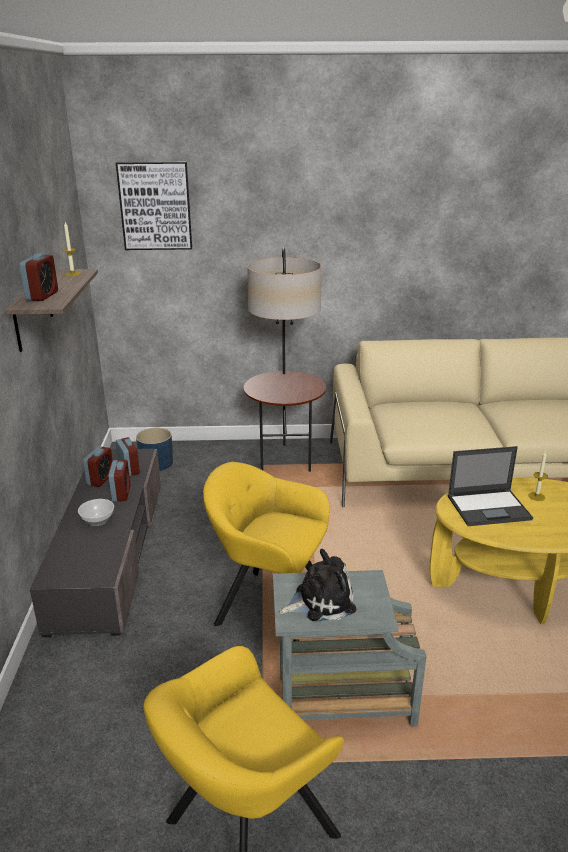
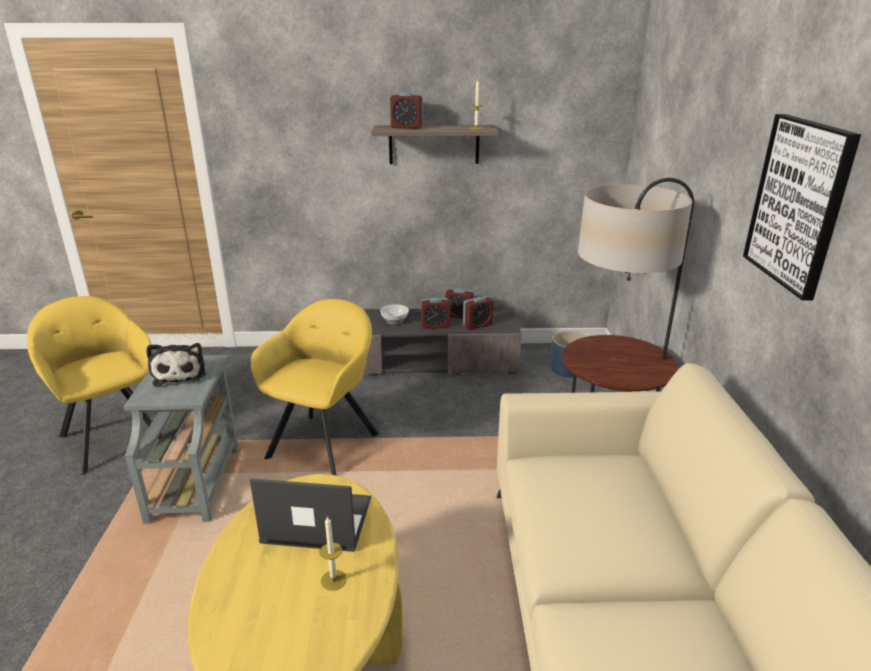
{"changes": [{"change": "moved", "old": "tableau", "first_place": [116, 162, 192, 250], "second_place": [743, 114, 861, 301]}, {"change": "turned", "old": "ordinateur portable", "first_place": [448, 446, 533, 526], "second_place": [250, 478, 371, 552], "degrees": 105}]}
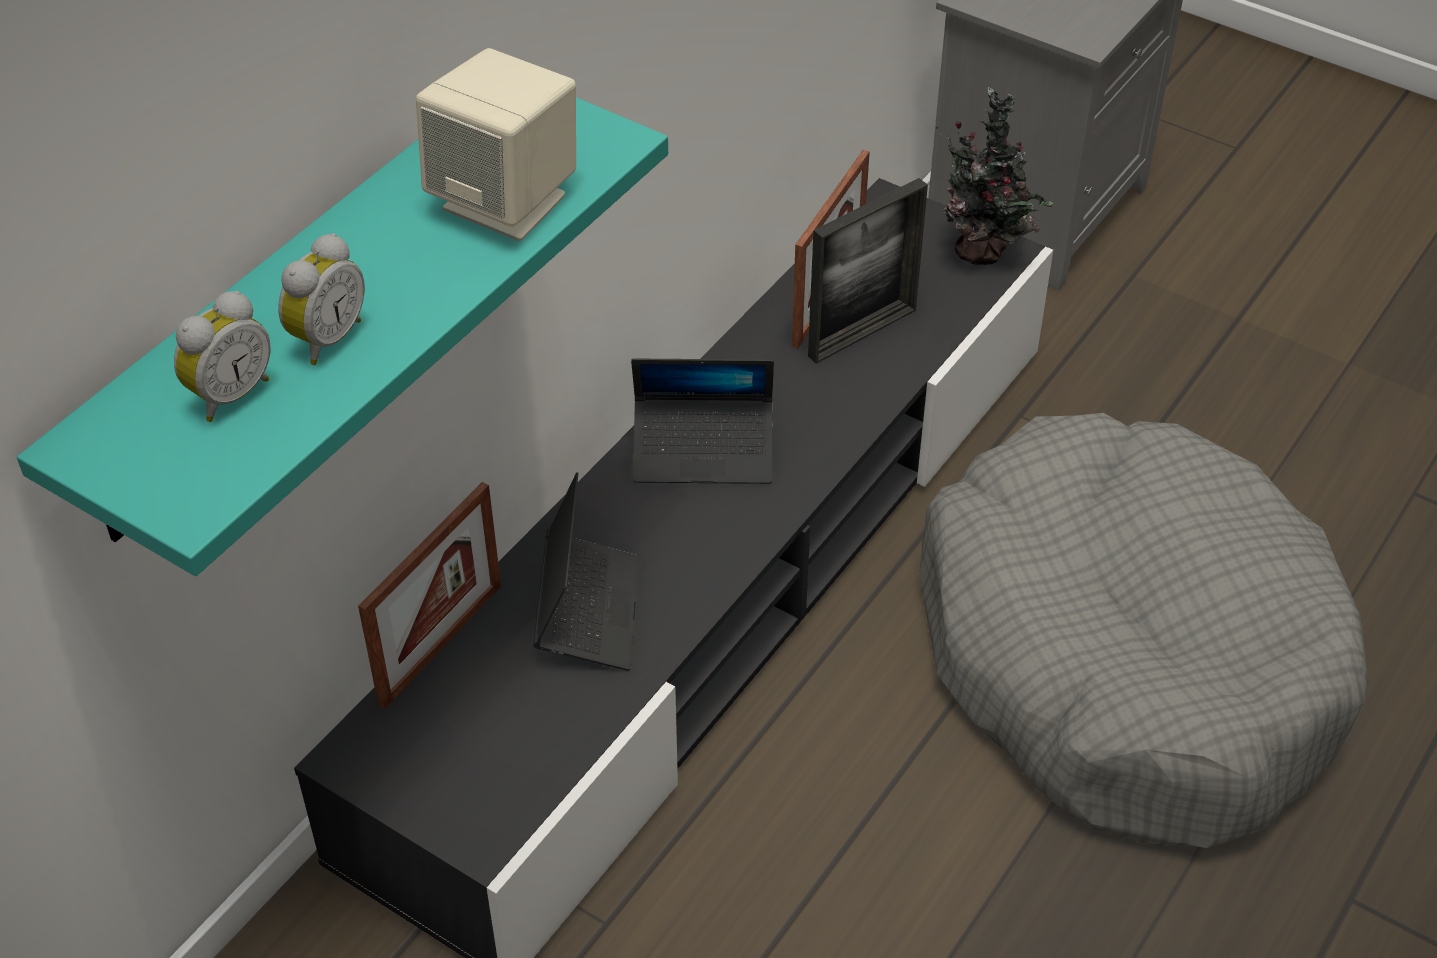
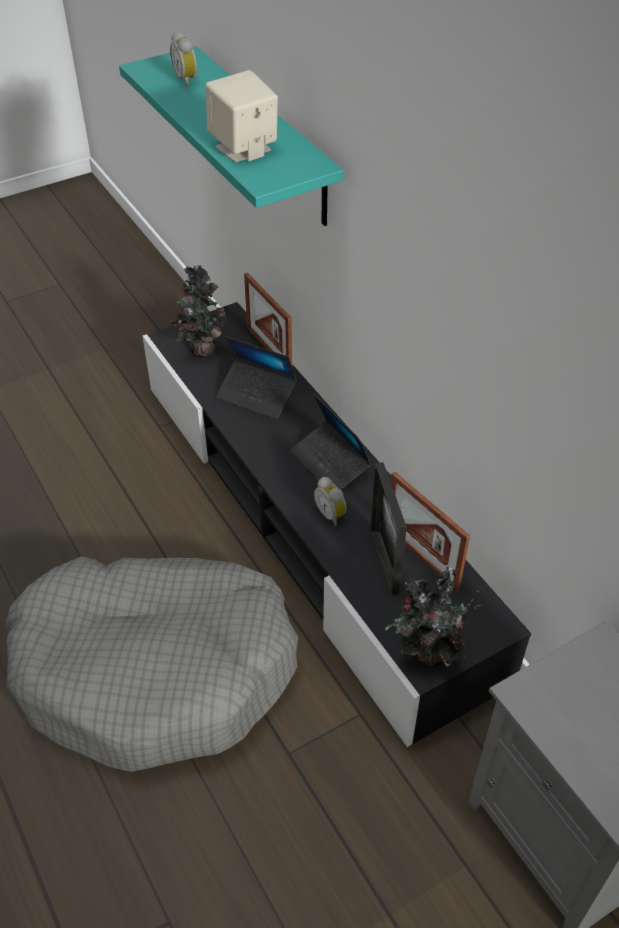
{"changes": [{"change": "added", "new": "plante en pot", "second_place": [171, 265, 226, 357]}, {"change": "moved", "old": "réveil", "first_place": [278, 233, 365, 365], "second_place": [314, 477, 347, 527]}, {"change": "turned", "old": "ordinateur portable", "first_place": [631, 359, 774, 484], "second_place": [290, 394, 372, 490], "degrees": -60}]}
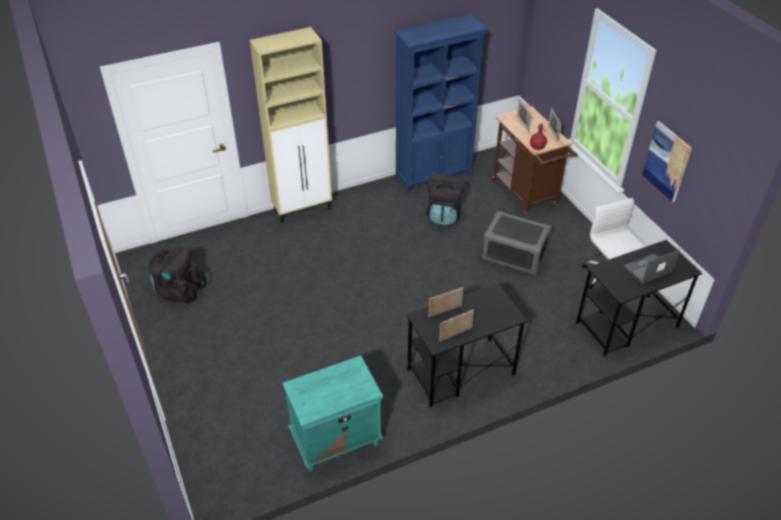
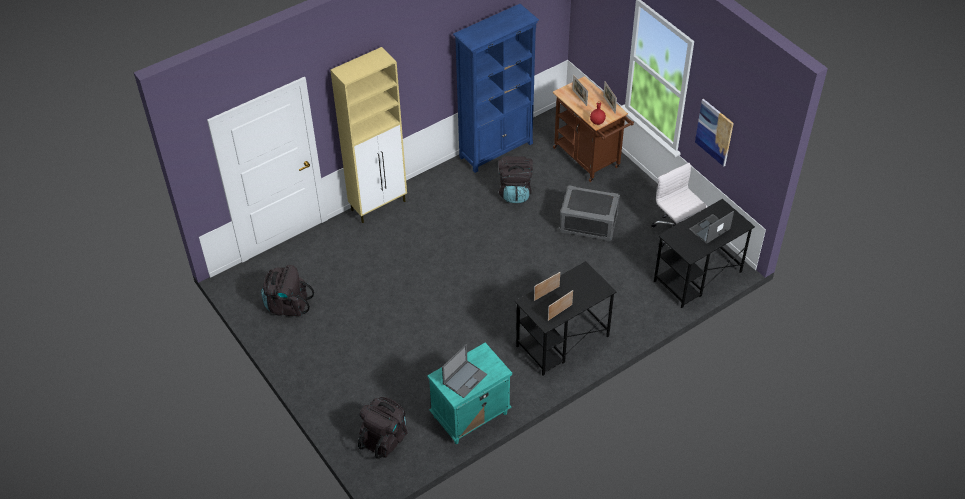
{"changes": [{"change": "added", "new": "sac à dos (noir)", "second_place": [358, 397, 408, 459]}, {"change": "added", "new": "ordinateur portable", "second_place": [442, 344, 487, 398]}]}
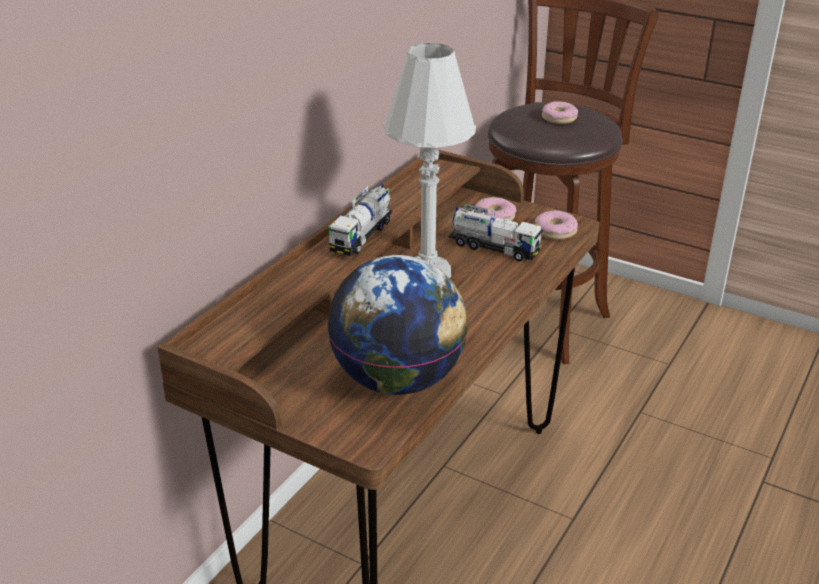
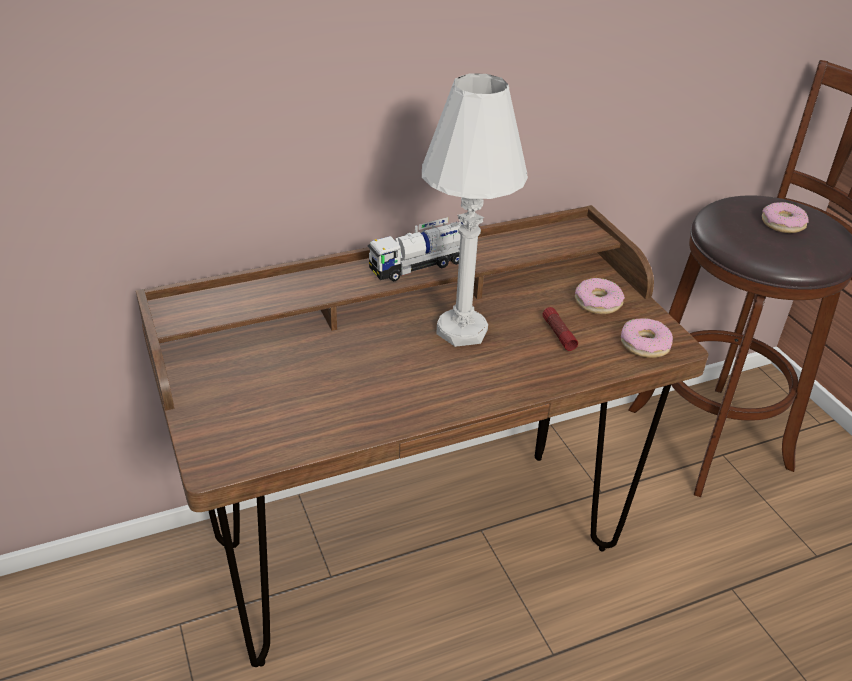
{"changes": [{"change": "removed", "old": "globe", "first_place": [327, 255, 468, 395]}, {"change": "replaced", "old": "camion jouet", "new": "lampe de poche", "first_place": [449, 204, 543, 262], "second_place": [542, 307, 578, 351]}]}
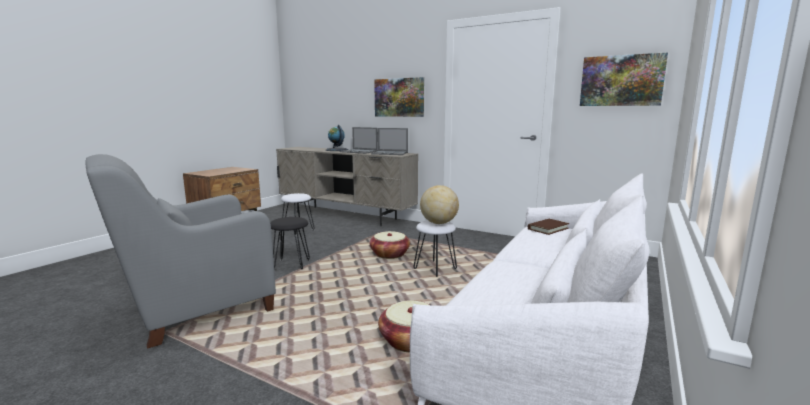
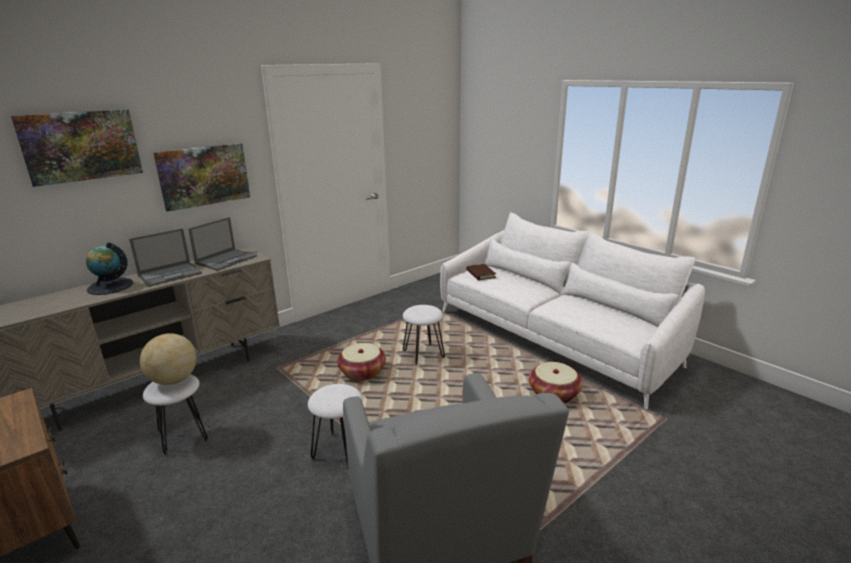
{"changes": [{"change": "moved", "old": "globe", "first_place": [420, 185, 459, 224], "second_place": [140, 333, 197, 385]}, {"change": "moved", "old": "tableau", "first_place": [580, 52, 668, 106], "second_place": [11, 109, 143, 187]}, {"change": "recoloured", "old": "tabouret (noir)", "new": "tabouret (blanc)", "first_place": [270, 217, 310, 270], "second_place": [308, 384, 362, 469]}]}
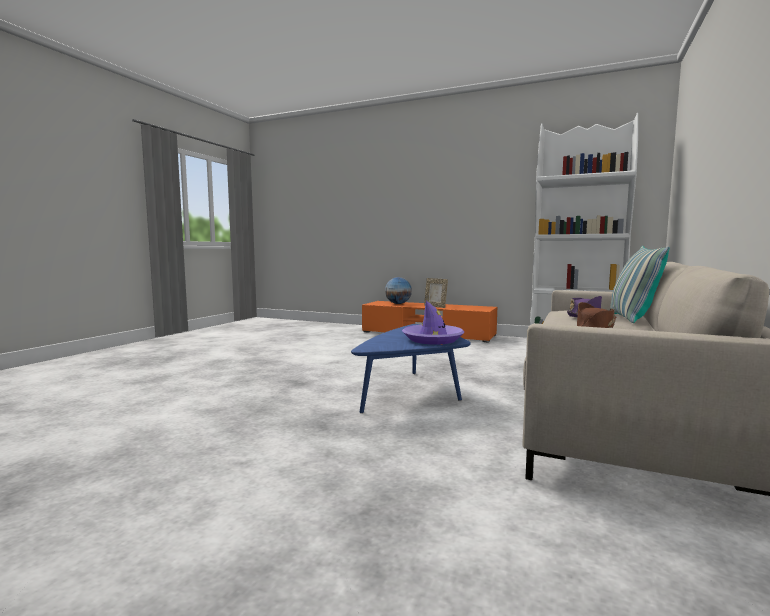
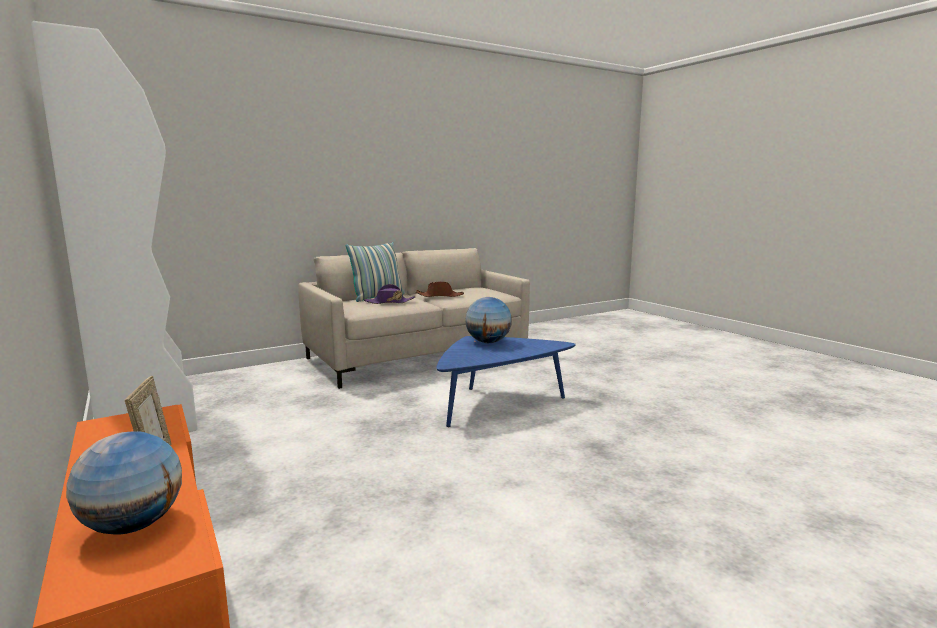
{"changes": [{"change": "replaced", "old": "chapeau (violet)", "new": "globe", "first_place": [402, 300, 464, 345], "second_place": [465, 297, 512, 343]}]}
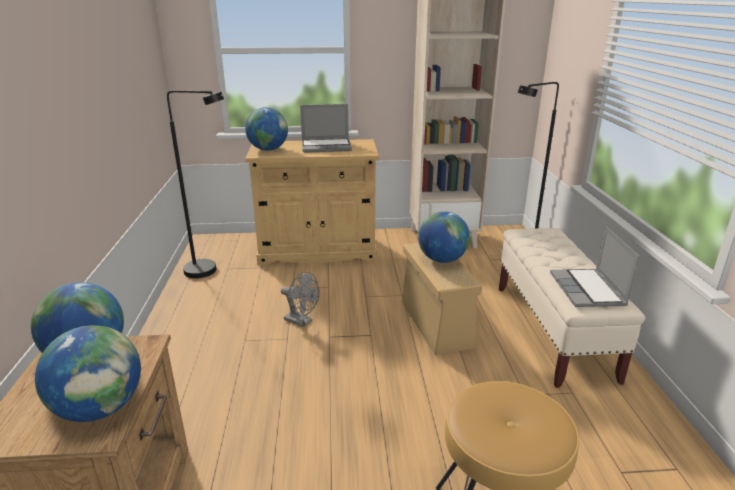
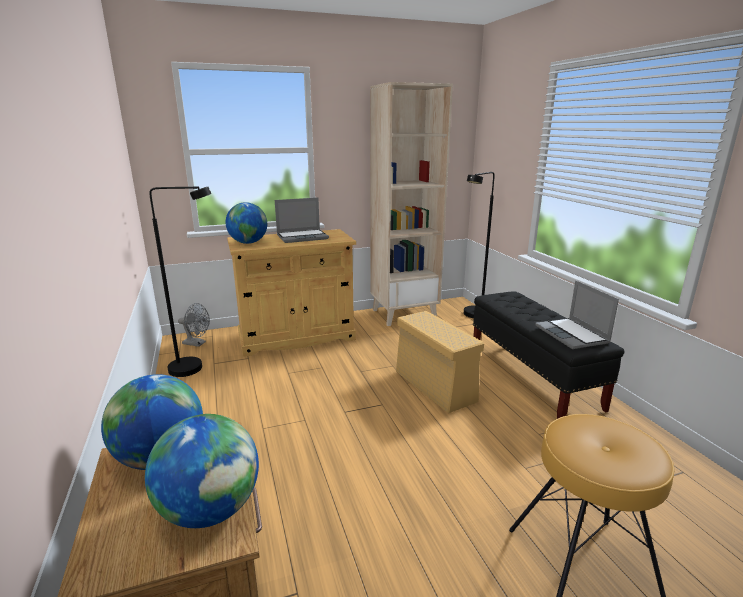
{"changes": [{"change": "removed", "old": "globe", "first_place": [418, 211, 470, 263]}, {"change": "moved", "old": "ventilateur (gris)", "first_place": [281, 272, 320, 327], "second_place": [178, 303, 210, 347]}, {"change": "recoloured", "old": "banc (beige)", "new": "banc (noir)", "first_place": [499, 228, 645, 388], "second_place": [473, 292, 624, 419]}]}
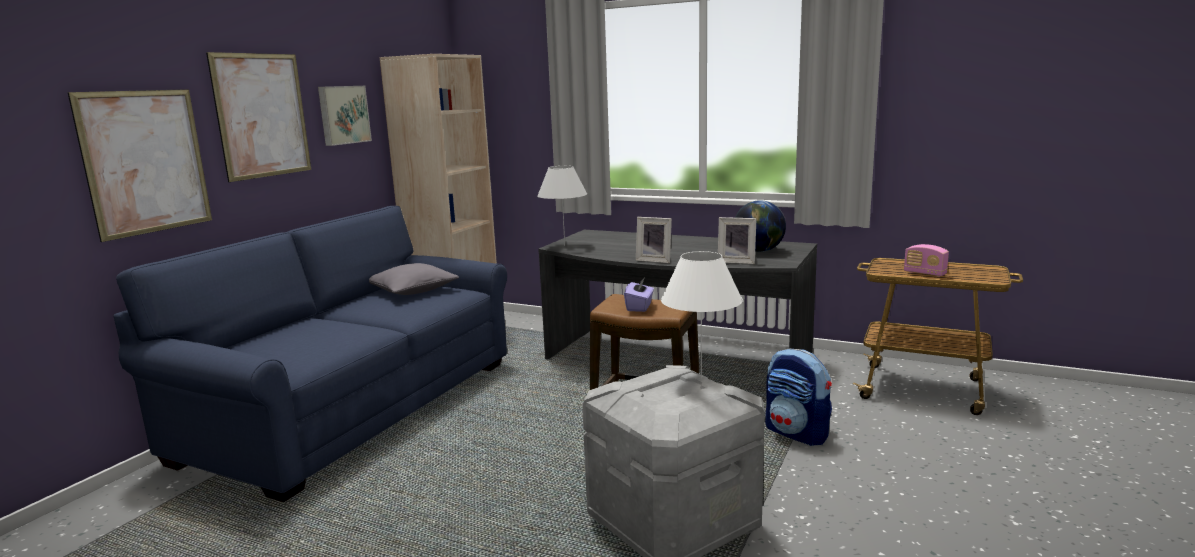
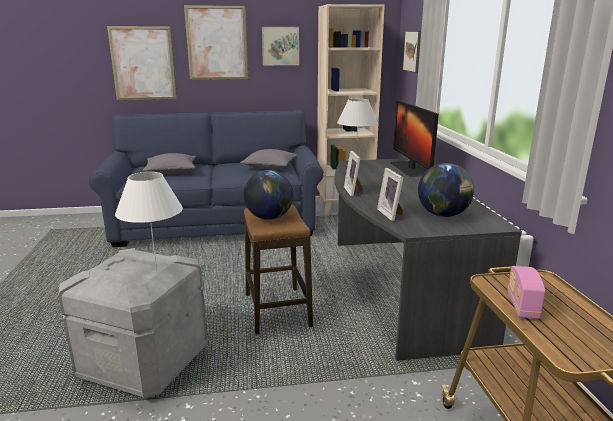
{"changes": [{"change": "removed", "old": "sac à dos", "first_place": [765, 349, 832, 446]}, {"change": "added", "new": "coussin (gris)", "second_place": [143, 153, 196, 174]}, {"change": "added", "new": "écran d'ordinateur", "second_place": [391, 100, 439, 177]}, {"change": "added", "new": "tableau", "second_place": [402, 31, 421, 73]}, {"change": "replaced", "old": "boîte à mouchoirs (violet)", "new": "globe", "first_place": [624, 277, 654, 312], "second_place": [244, 170, 293, 220]}]}
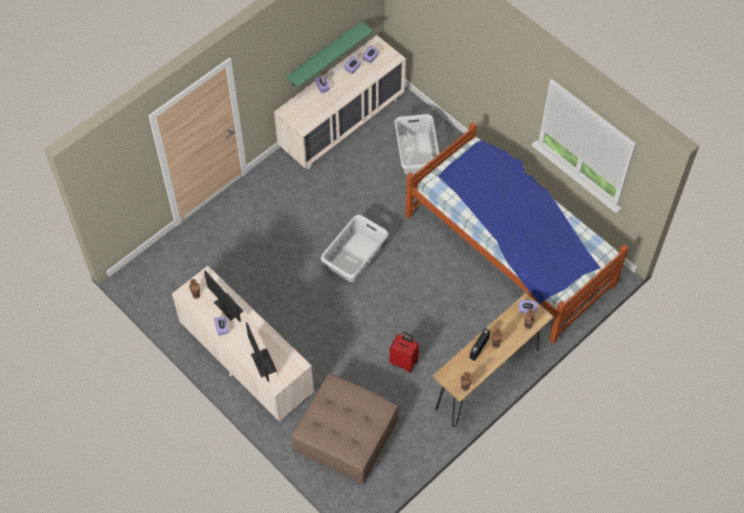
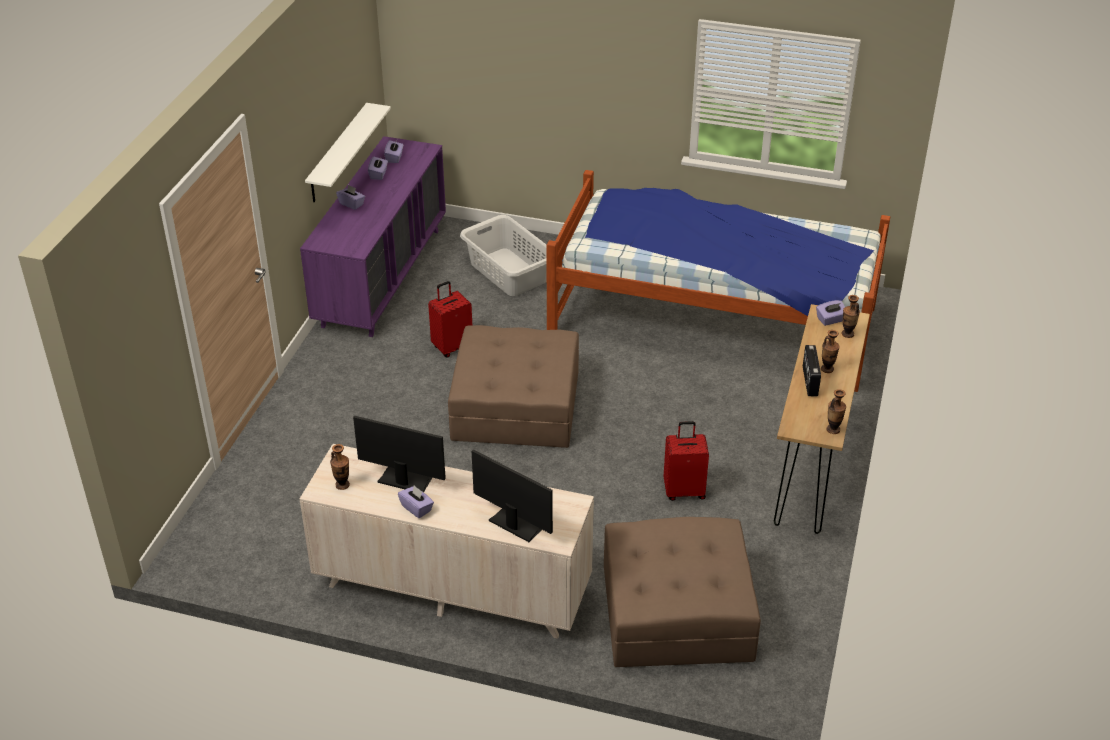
{"changes": [{"change": "added", "new": "valise (rouge)", "second_place": [428, 281, 472, 358]}, {"change": "replaced", "old": "panier à linge (gris)", "new": "pouf (marron)", "first_place": [321, 215, 389, 282], "second_place": [448, 325, 579, 448]}, {"change": "recoloured", "old": "commode (beige)", "new": "commode (violet)", "first_place": [274, 35, 406, 169], "second_place": [300, 136, 446, 337]}, {"change": "recoloured", "old": "étagère (vert)", "new": "étagère (blanc)", "first_place": [286, 21, 373, 87], "second_place": [305, 103, 391, 202]}]}
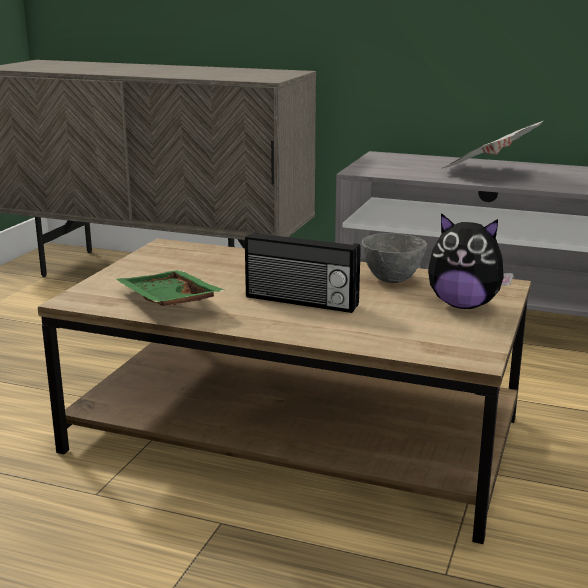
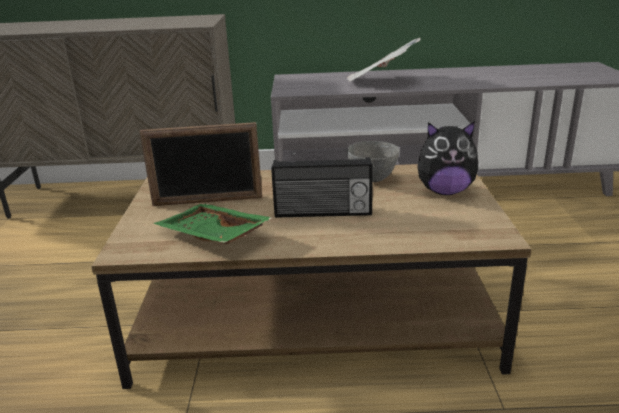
{"changes": [{"change": "added", "new": "cadre photo", "second_place": [140, 122, 262, 206]}]}
